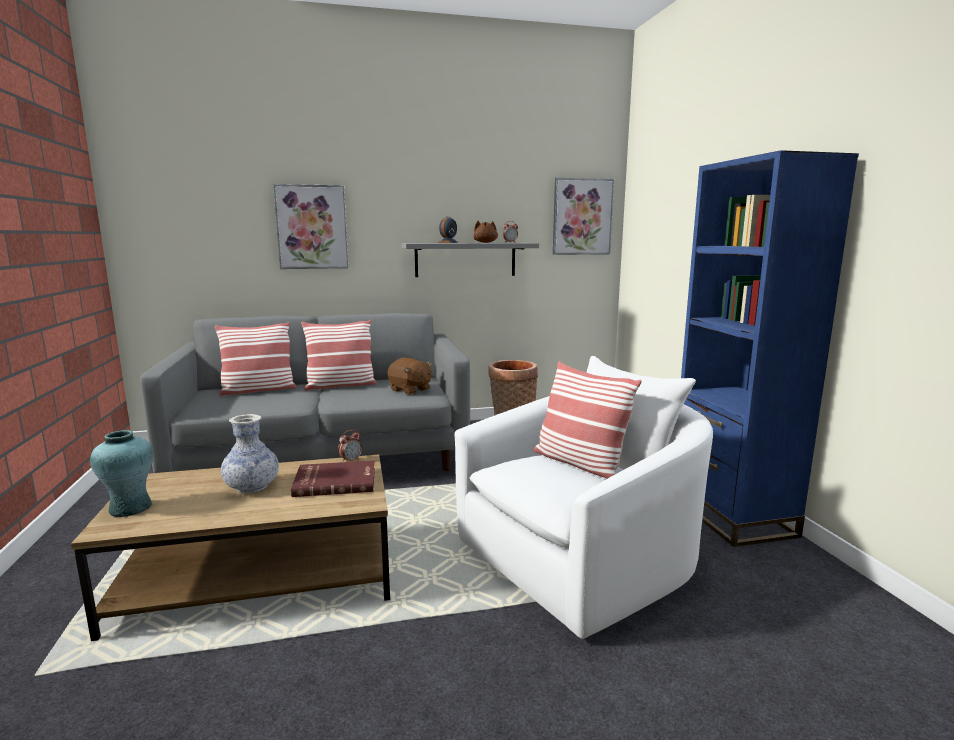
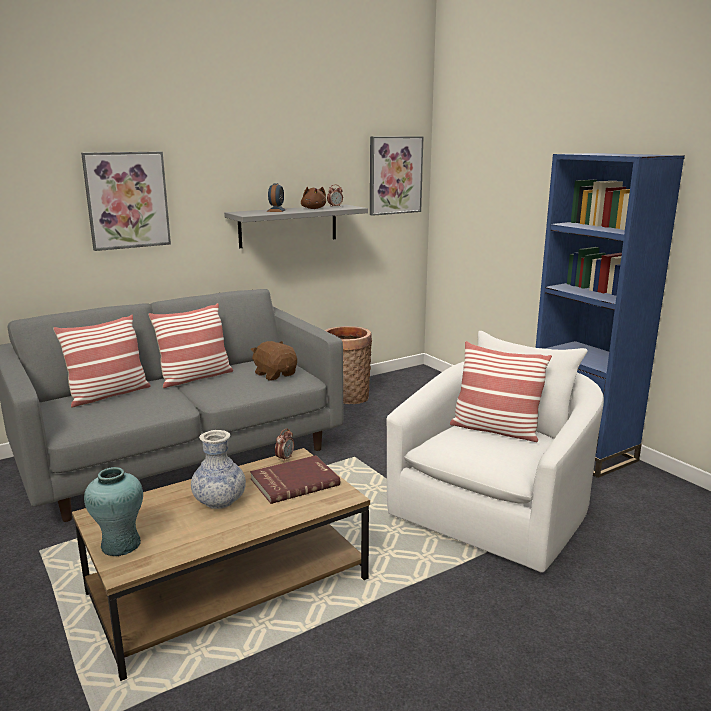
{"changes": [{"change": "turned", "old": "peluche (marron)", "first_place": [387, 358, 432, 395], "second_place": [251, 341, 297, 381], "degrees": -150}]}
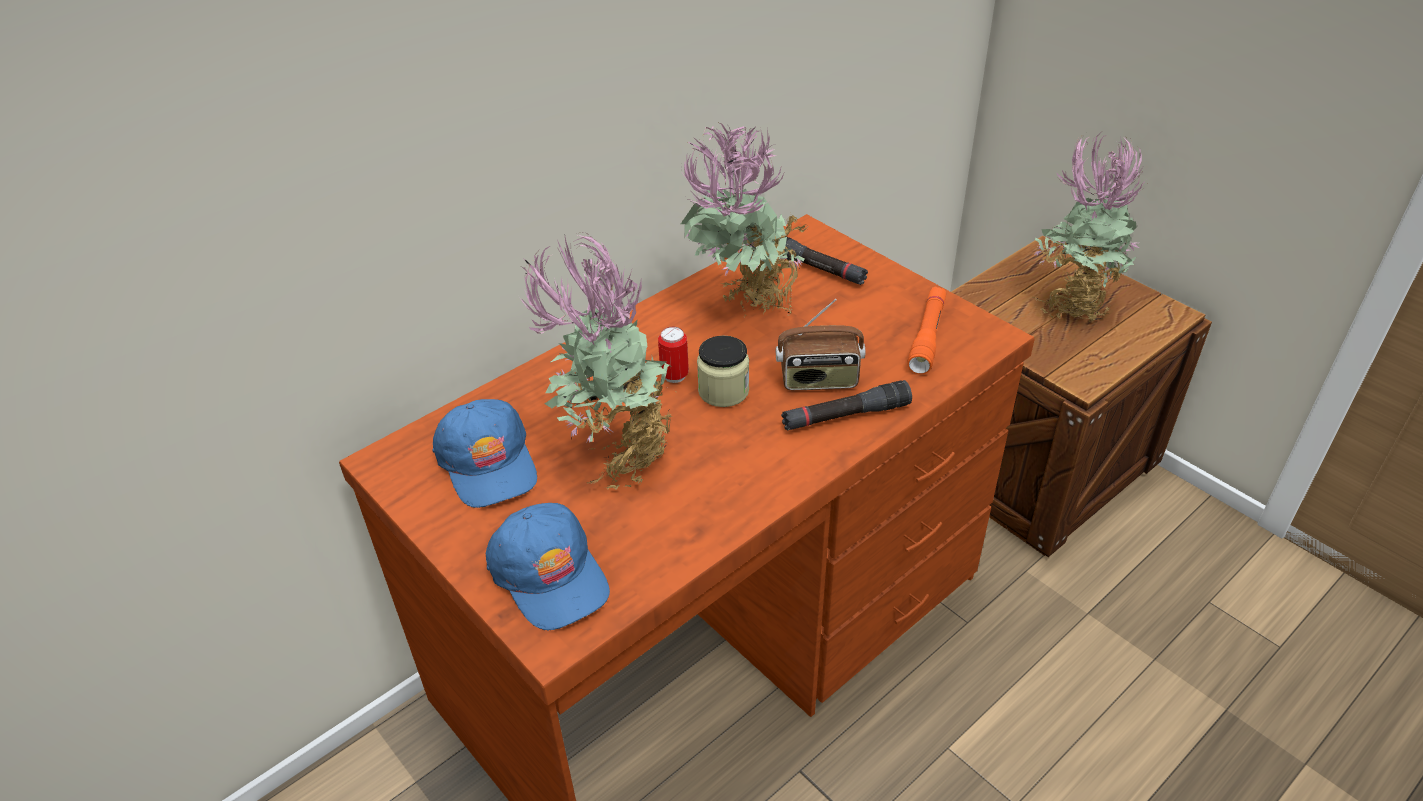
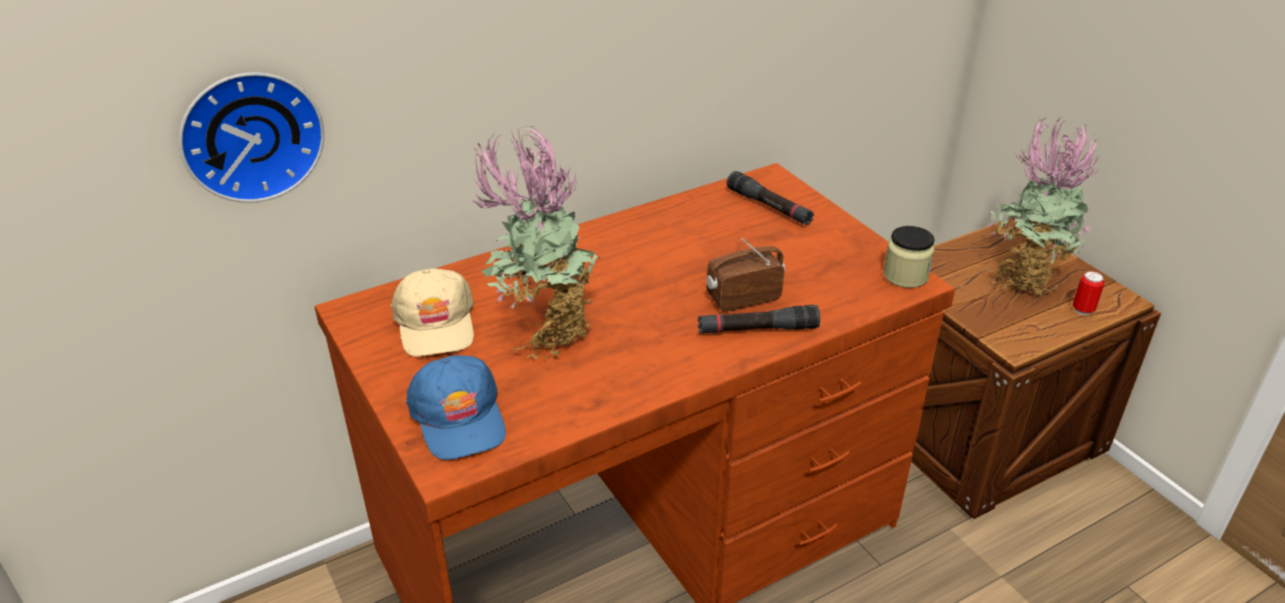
{"changes": [{"change": "removed", "old": "plante en pot", "first_place": [681, 123, 809, 318]}, {"change": "removed", "old": "lampe de poche (orange)", "first_place": [907, 287, 946, 375]}, {"change": "added", "new": "horloge murale", "second_place": [179, 72, 324, 203]}, {"change": "moved", "old": "boîte métallique", "first_place": [658, 327, 689, 383], "second_place": [1073, 271, 1105, 315]}, {"change": "moved", "old": "bocal", "first_place": [697, 335, 749, 407], "second_place": [883, 226, 935, 288]}, {"change": "recoloured", "old": "casquette (bleu)", "new": "casquette (beige)", "first_place": [432, 399, 537, 508], "second_place": [391, 269, 474, 357]}, {"change": "turned", "old": "radio", "first_place": [776, 299, 865, 390], "second_place": [707, 238, 785, 312], "degrees": 150}]}
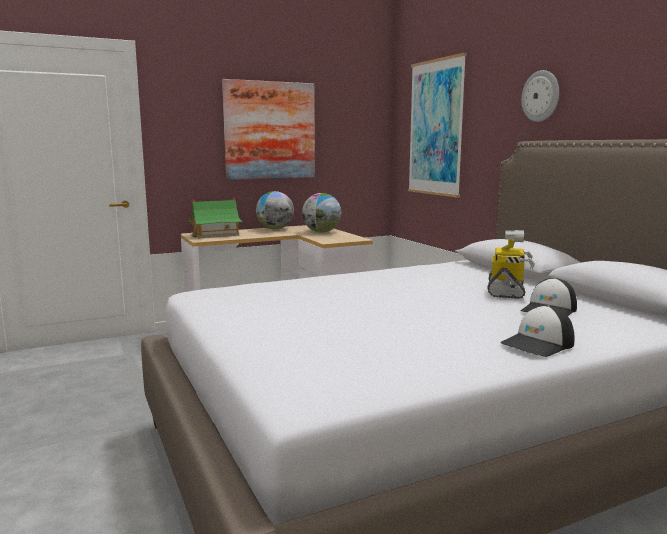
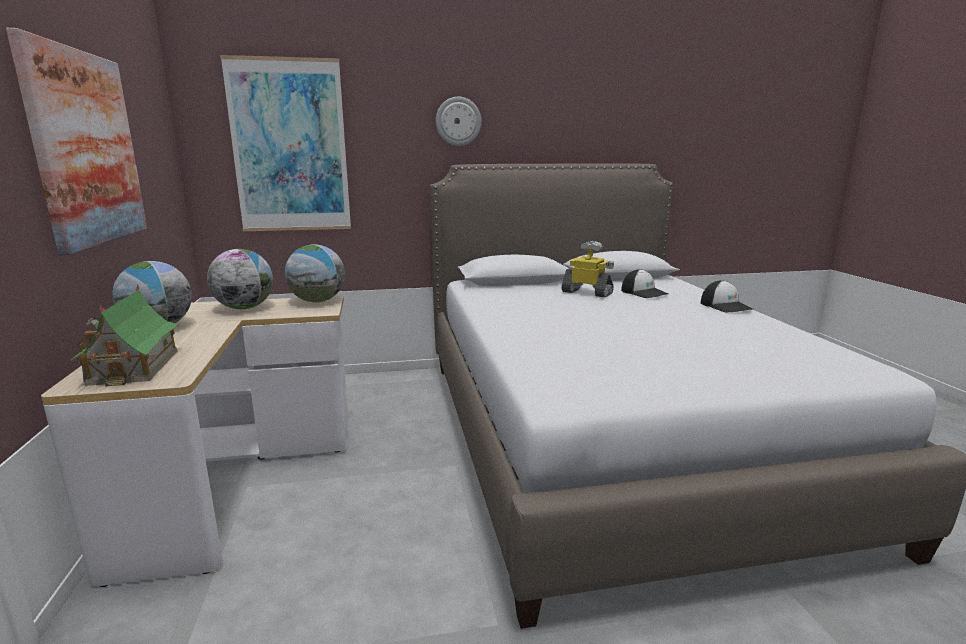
{"changes": [{"change": "added", "new": "globe", "second_place": [285, 244, 345, 302]}]}
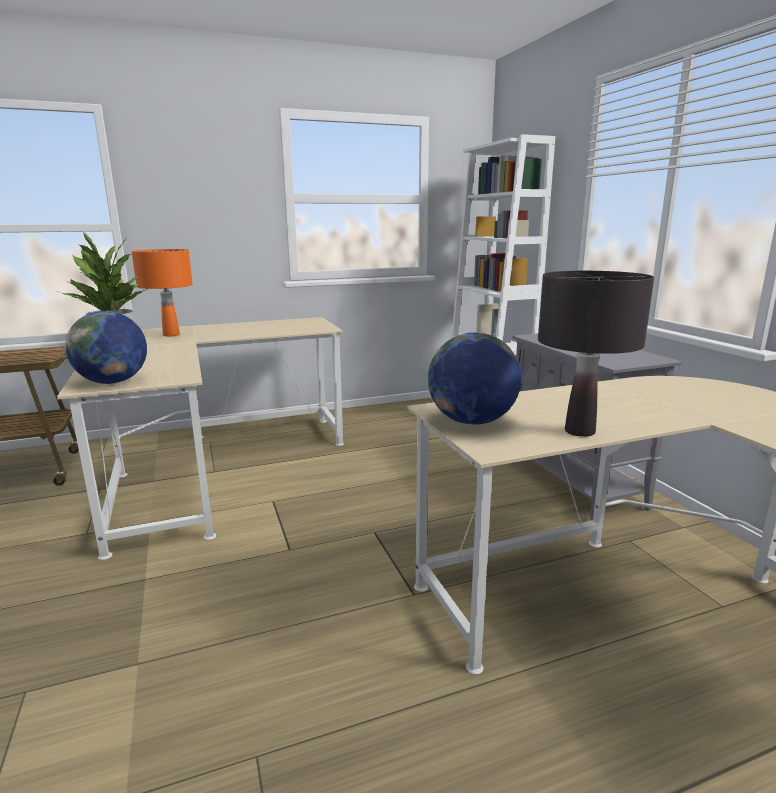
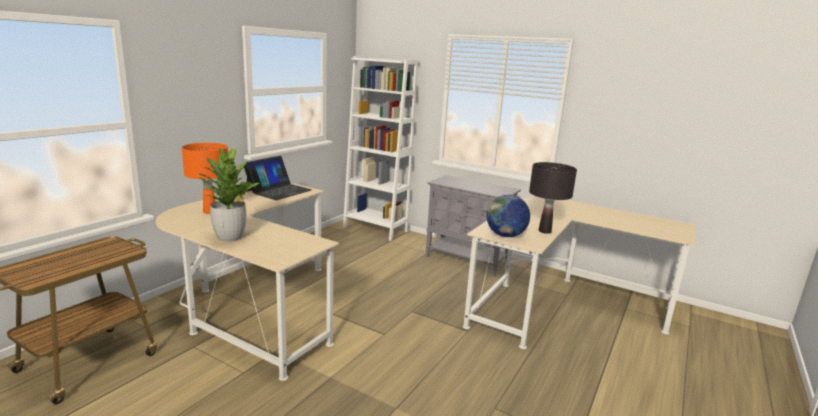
{"changes": [{"change": "removed", "old": "globe", "first_place": [65, 311, 147, 384]}, {"change": "added", "new": "ordinateur portable", "second_place": [244, 156, 312, 200]}]}
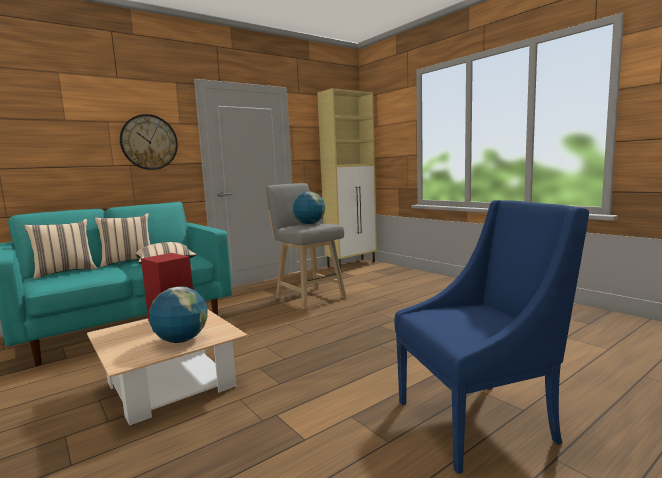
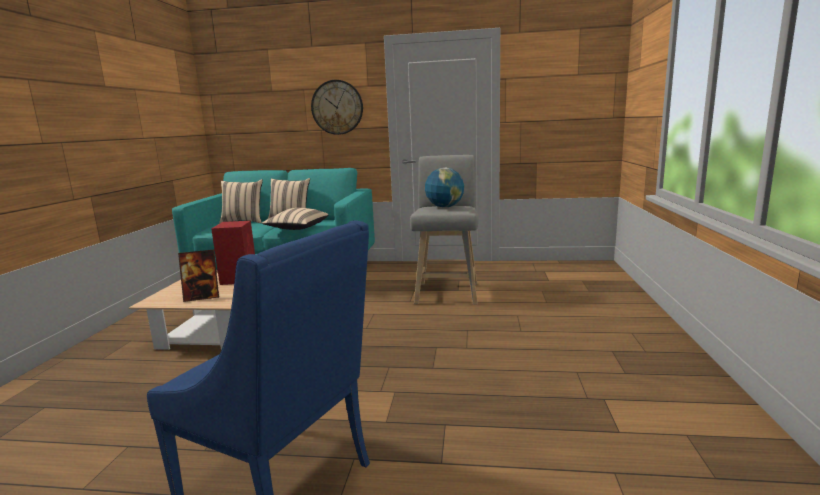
{"changes": [{"change": "removed", "old": "meuble de rangement (beige)", "first_place": [317, 88, 377, 270]}, {"change": "replaced", "old": "globe", "new": "cadre photo", "first_place": [149, 287, 208, 343], "second_place": [178, 250, 219, 302]}]}
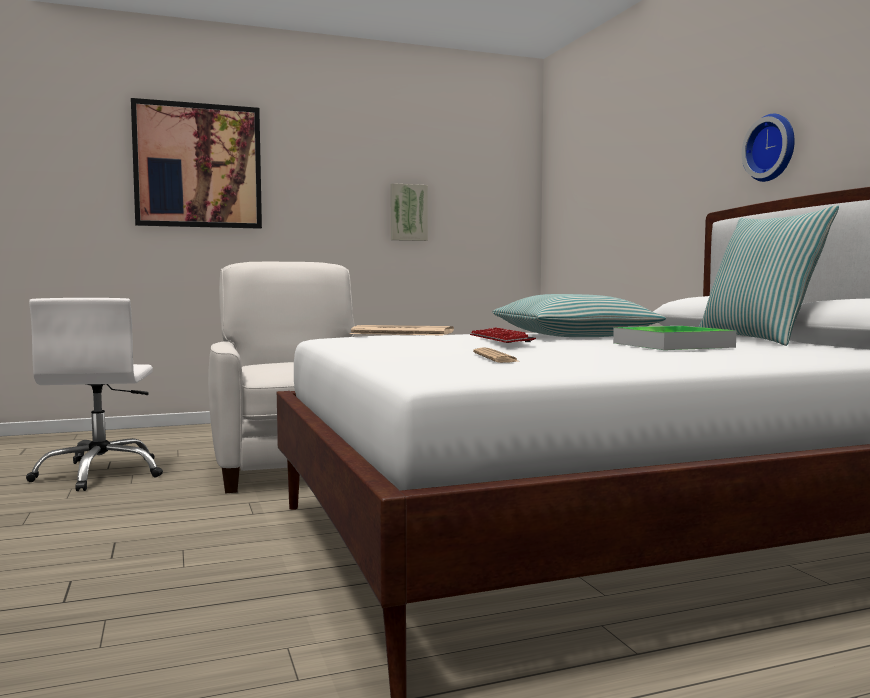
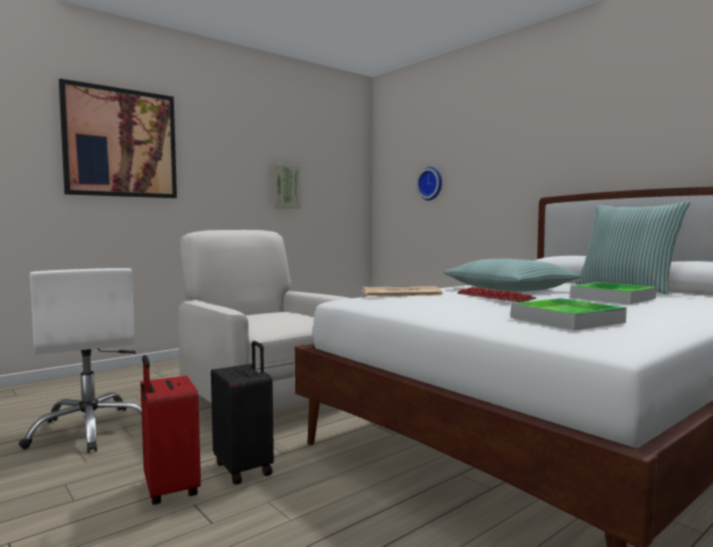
{"changes": [{"change": "added", "new": "valise (rouge)", "second_place": [140, 355, 201, 505]}, {"change": "added", "new": "valise (noir)", "second_place": [211, 341, 274, 484]}, {"change": "moved", "old": "horloge murale", "first_place": [742, 114, 795, 182], "second_place": [416, 167, 442, 200]}, {"change": "replaced", "old": "journal", "new": "plateau", "first_place": [473, 347, 518, 363], "second_place": [511, 298, 627, 331]}]}
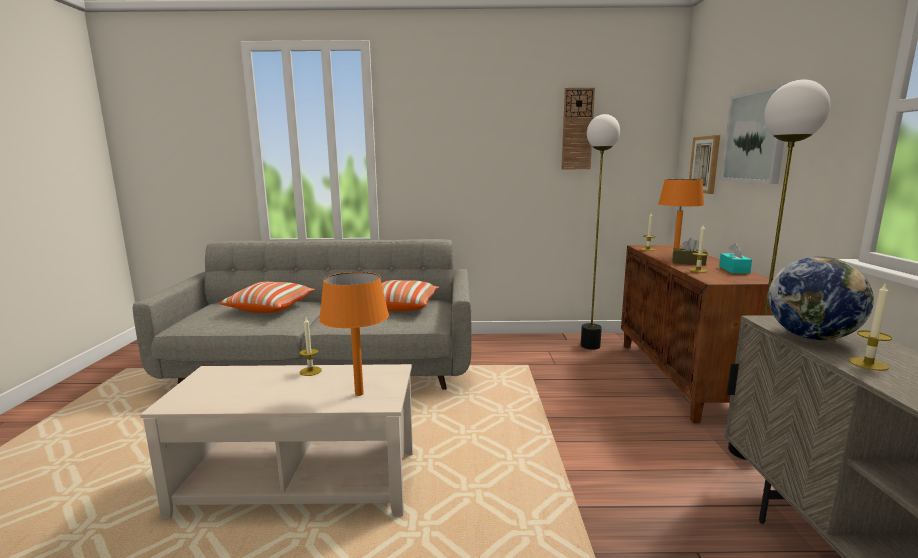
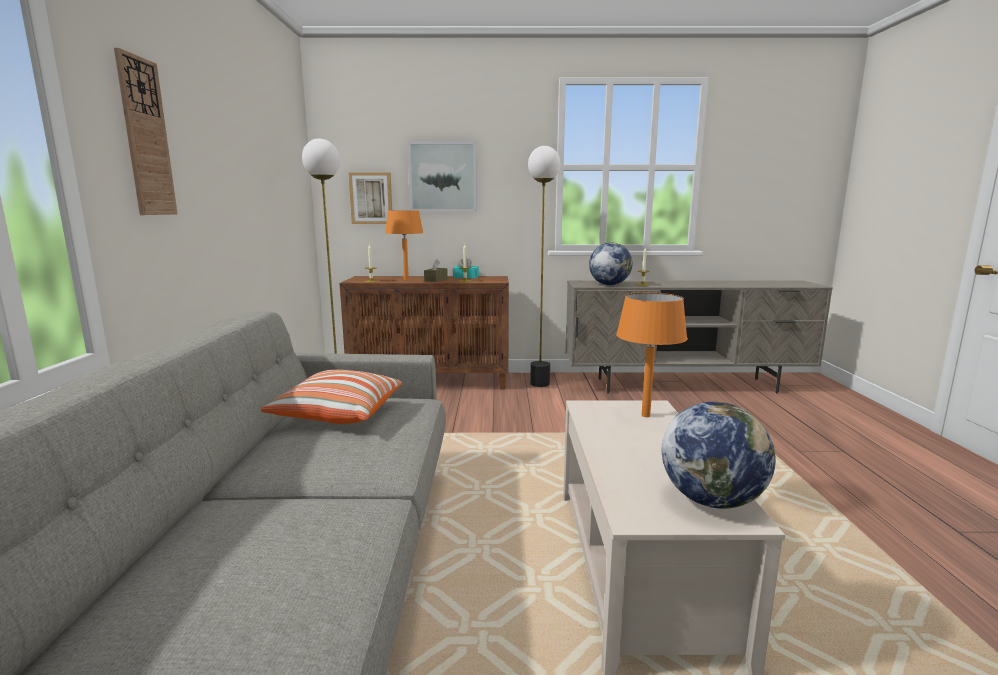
{"changes": [{"change": "removed", "old": "coussin", "first_place": [219, 281, 315, 313]}, {"change": "removed", "old": "bougie", "first_place": [299, 317, 322, 376]}, {"change": "added", "new": "globe", "second_place": [662, 402, 776, 509]}, {"change": "moved", "old": "horloge murale", "first_place": [562, 88, 595, 169], "second_place": [114, 48, 178, 215]}]}
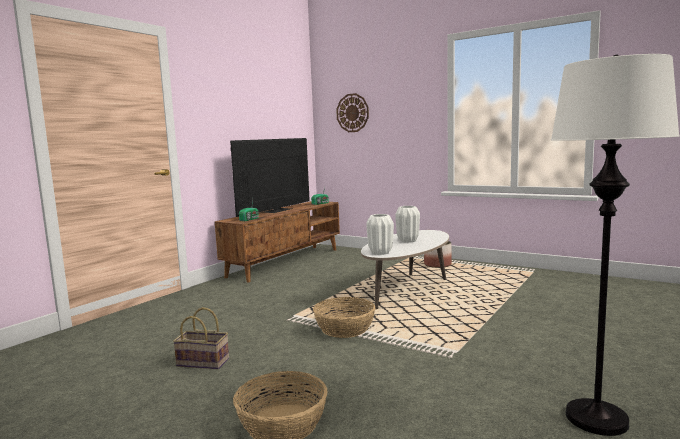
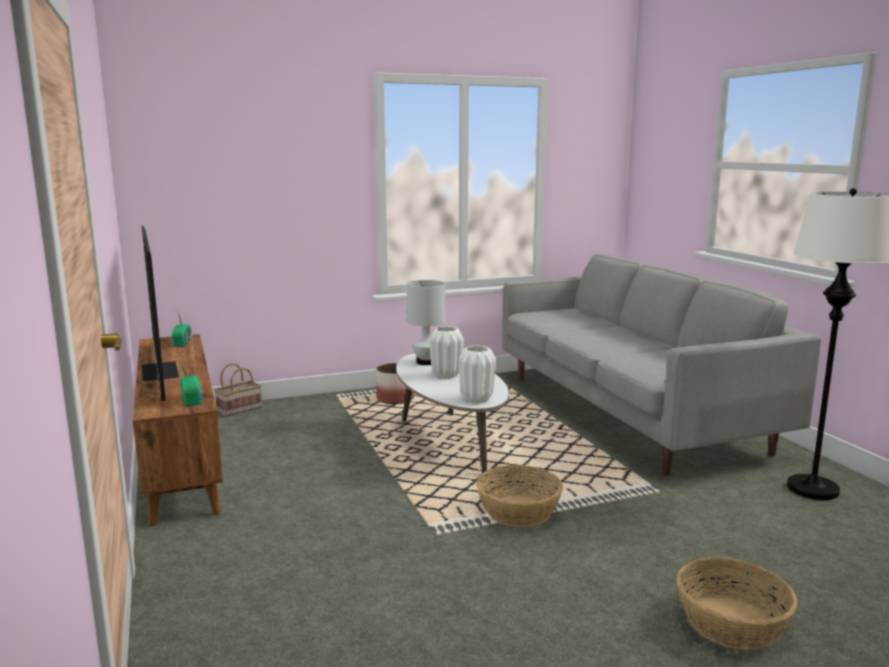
{"changes": [{"change": "removed", "old": "horloge murale", "first_place": [336, 93, 369, 132]}, {"change": "added", "new": "lampe de table (blanc)", "second_place": [406, 280, 445, 365]}, {"change": "added", "new": "canapé (gris)", "second_place": [502, 254, 821, 476]}, {"change": "moved", "old": "panier", "first_place": [173, 307, 229, 369], "second_place": [214, 363, 262, 417]}]}
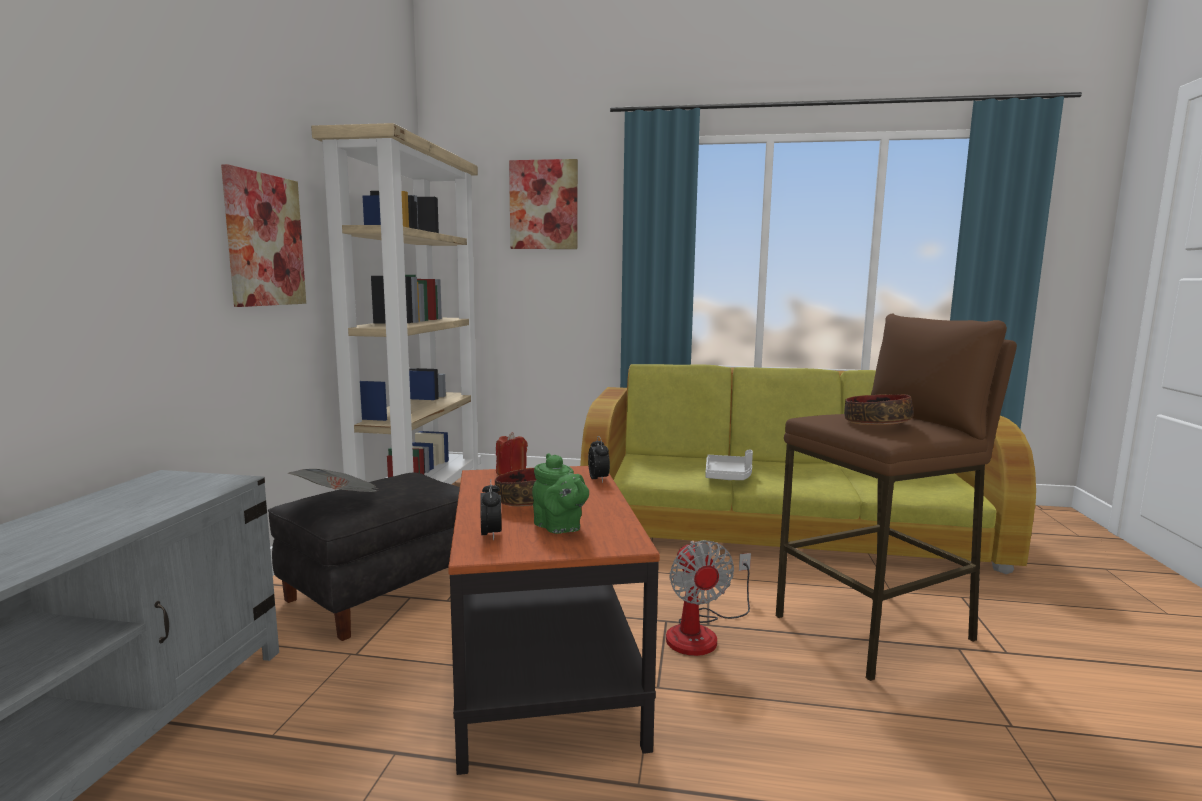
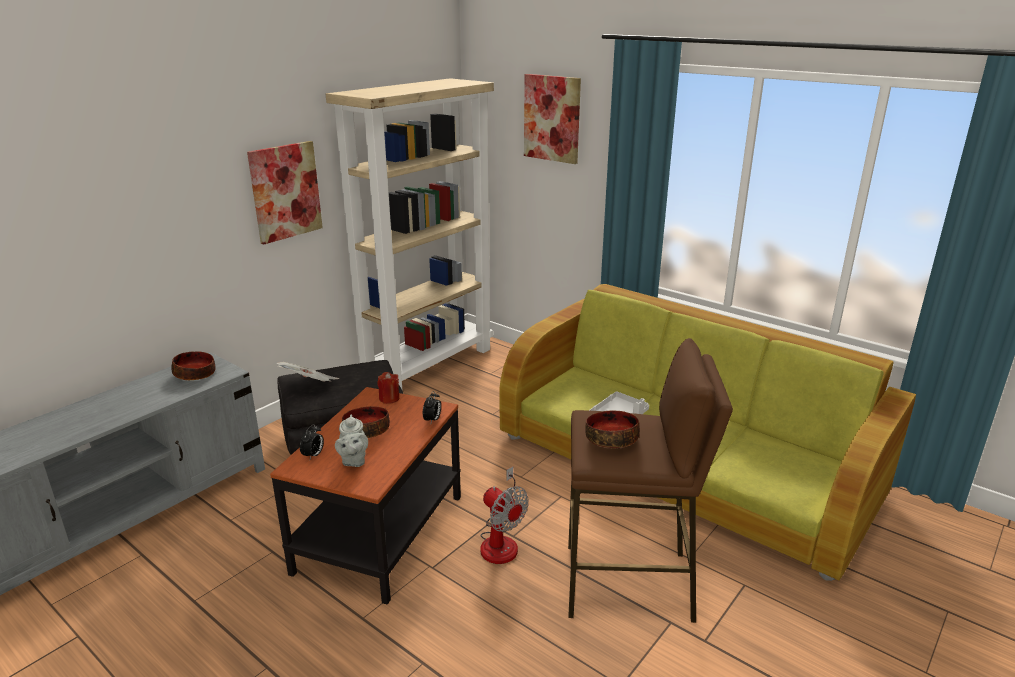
{"changes": [{"change": "added", "new": "bol", "second_place": [171, 351, 216, 380]}, {"change": "recoloured", "old": "théière (vert)", "new": "théière (gris)", "first_place": [532, 453, 589, 534], "second_place": [335, 414, 368, 467]}, {"change": "turned", "old": "ventilateur", "first_place": [666, 540, 751, 656], "second_place": [480, 467, 529, 564], "degrees": -60}]}
